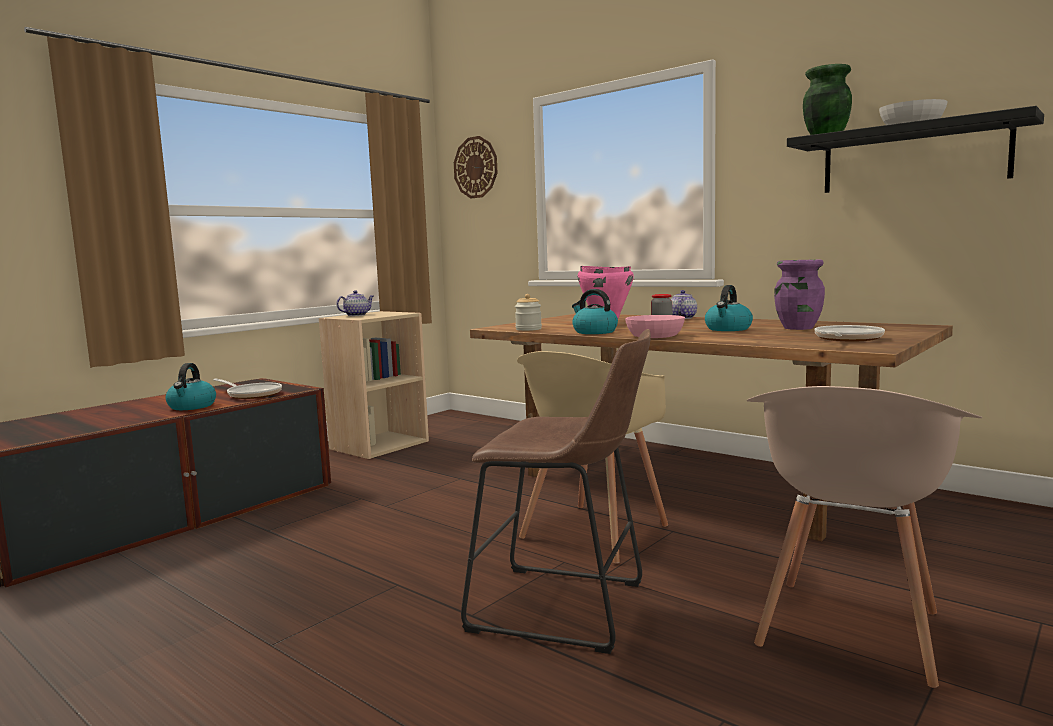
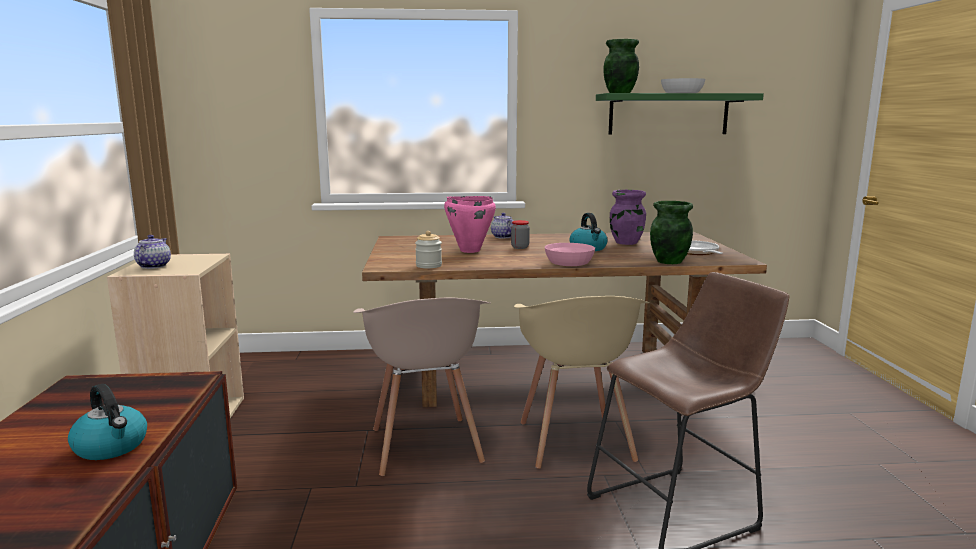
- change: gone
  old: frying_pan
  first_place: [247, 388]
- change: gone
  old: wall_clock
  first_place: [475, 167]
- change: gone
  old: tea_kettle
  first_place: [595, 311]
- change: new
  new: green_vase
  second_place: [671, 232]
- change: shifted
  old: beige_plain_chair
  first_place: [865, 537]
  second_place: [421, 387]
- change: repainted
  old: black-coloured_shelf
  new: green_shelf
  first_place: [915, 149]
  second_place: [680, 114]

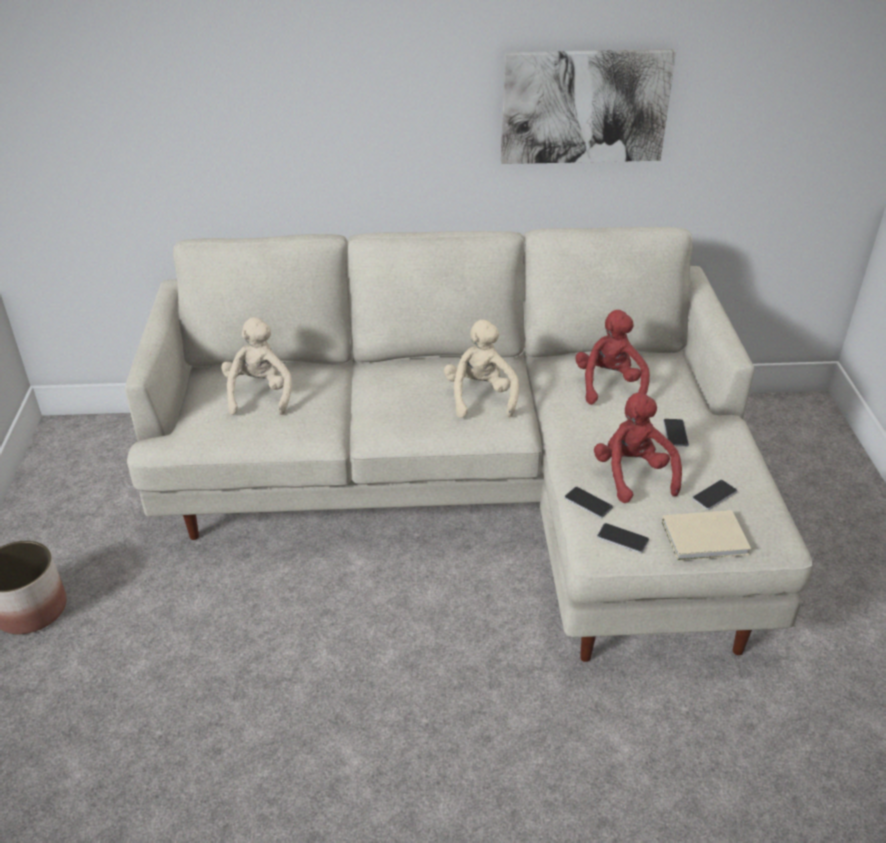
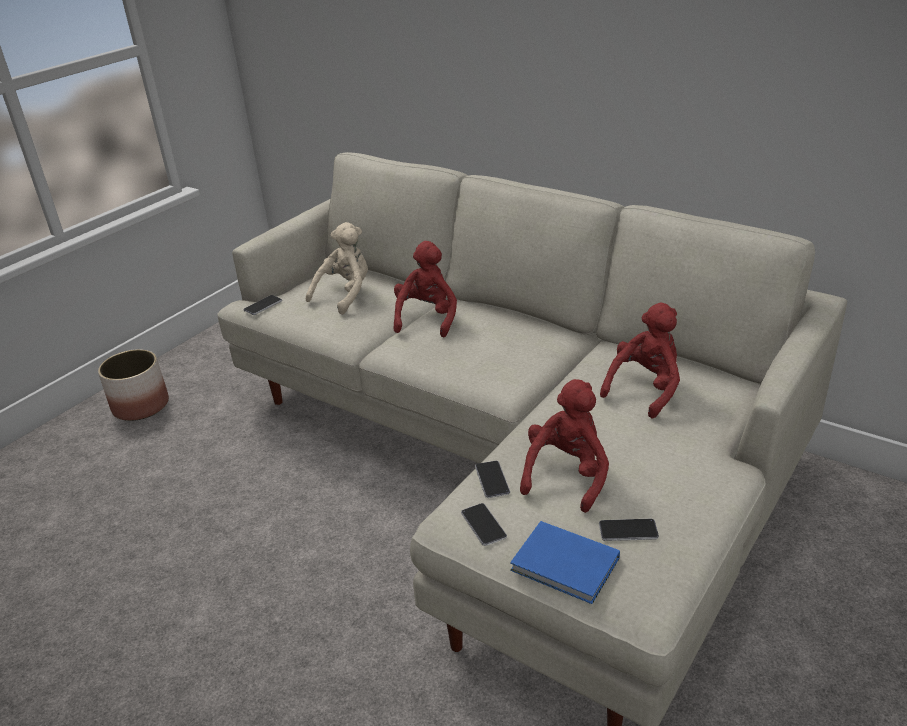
- change: gone
  old: beige_cuddly_toy
  first_place: [481, 369]
- change: gone
  old: wall_art
  first_place: [588, 106]
- change: new
  new: reddish_cuddly_toy
  second_place: [425, 289]
- change: shifted
  old: phone
  first_place: [676, 433]
  second_place: [263, 305]
- change: repainted
  old: beige_book
  new: blue_book
  first_place: [706, 535]
  second_place: [565, 562]

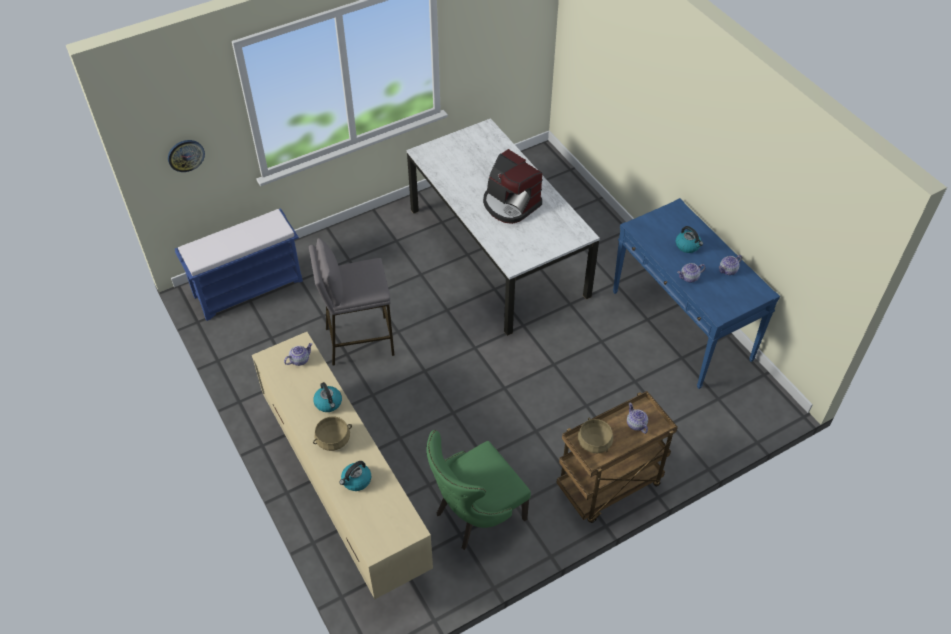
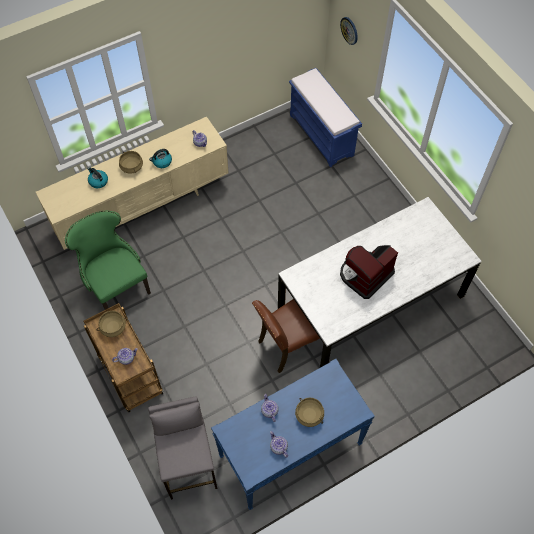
- change: new
  new: brownish_plain_chair
  second_place: [288, 336]
- change: shifted
  old: grey_sitting_stool
  first_place: [352, 302]
  second_place: [182, 448]
- change: swapped
  old: tea_kettle
  new: beige_cooking_pot
  first_place: [689, 239]
  second_place: [309, 412]

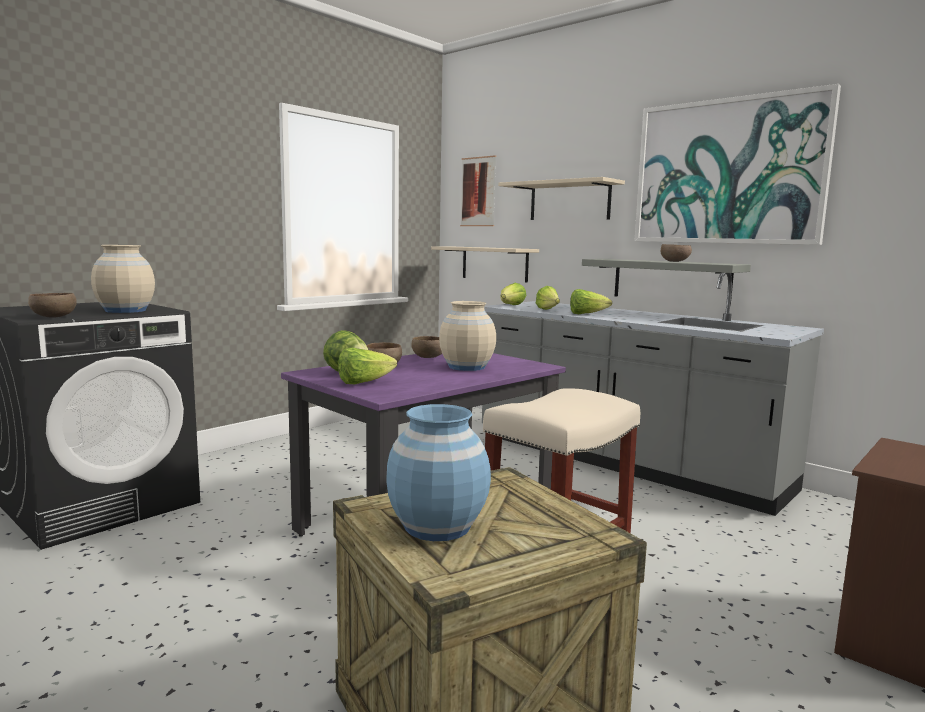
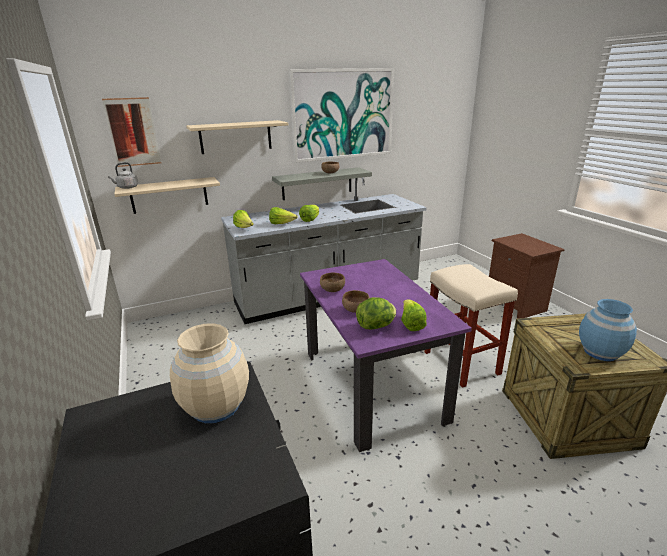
- change: gone
  old: brownish_bowl
  first_place: [52, 305]
- change: gone
  old: beige_vase
  first_place: [467, 336]
- change: new
  new: grey_tea_kettle
  second_place: [123, 175]

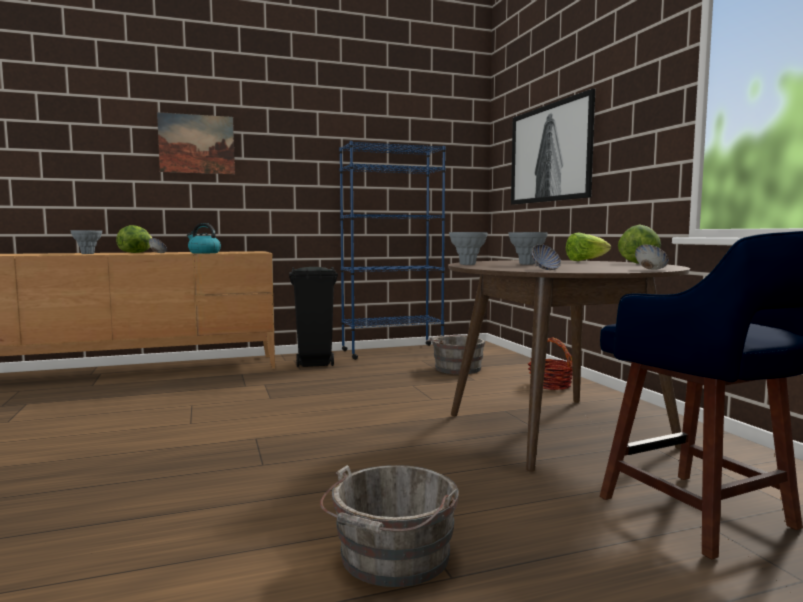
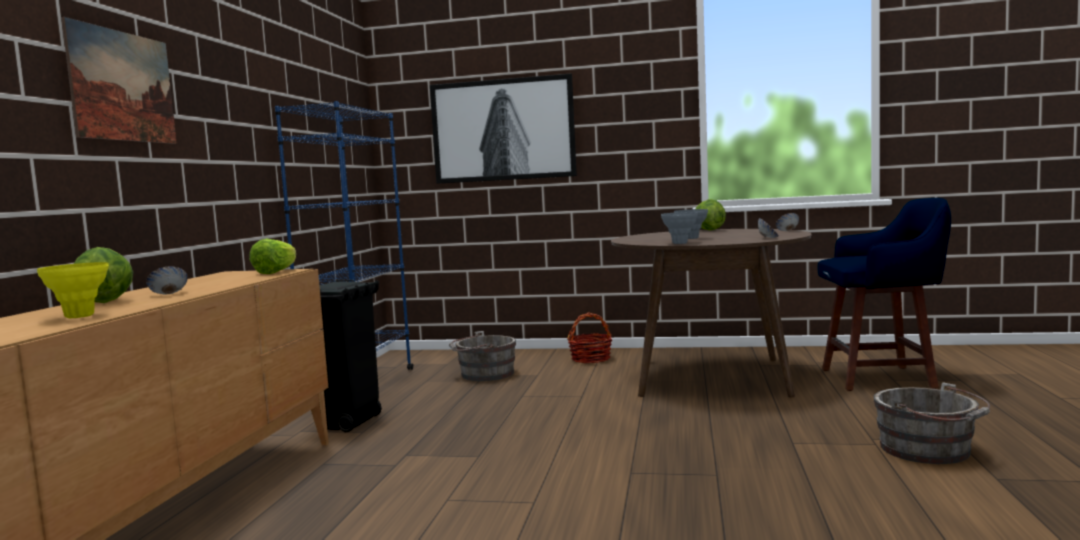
- change: gone
  old: tea_kettle
  first_place: [204, 238]
- change: shifted
  old: lettuce_head
  first_place: [588, 246]
  second_place: [272, 256]
- change: repainted
  old: grey_vase
  new: yellowish_vase
  first_place: [86, 242]
  second_place: [73, 290]

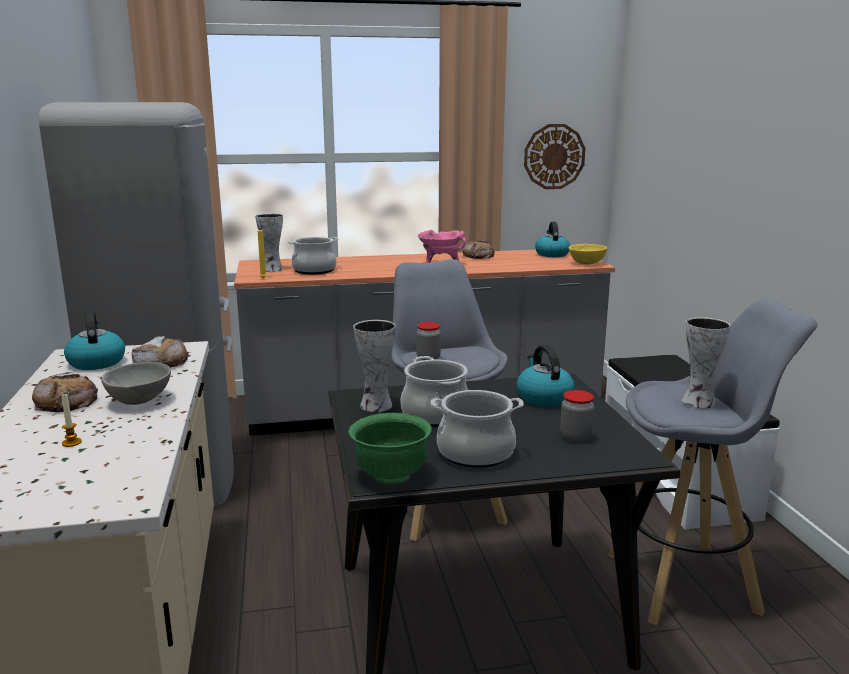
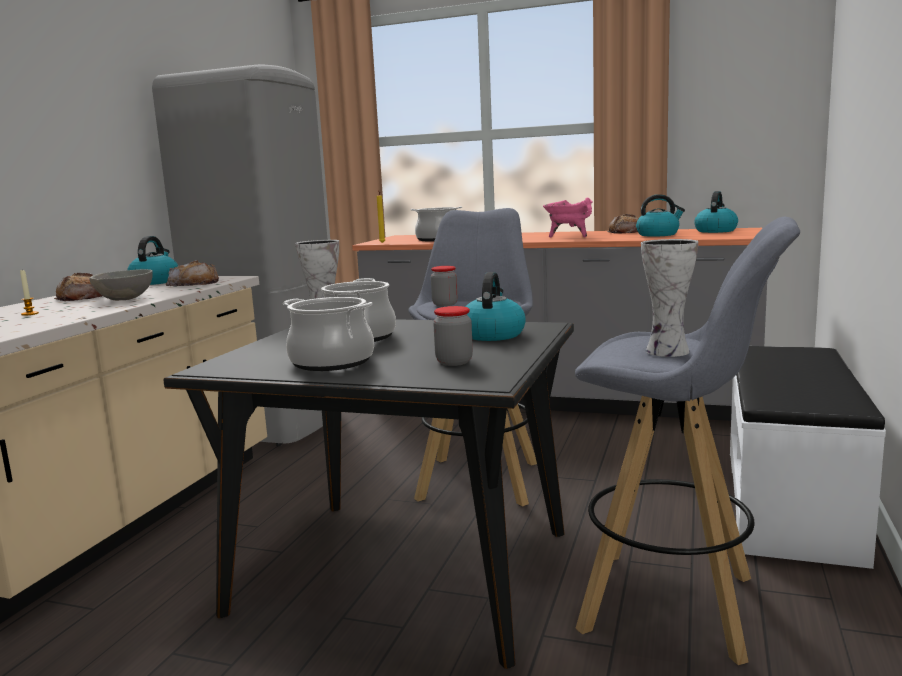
- change: gone
  old: vase
  first_place: [269, 242]
- change: gone
  old: green_bowl
  first_place: [390, 448]
- change: gone
  old: wall_clock
  first_place: [554, 156]
- change: gone
  old: yellowish_bowl
  first_place: [588, 254]
- change: new
  new: tea_kettle
  second_place: [660, 215]

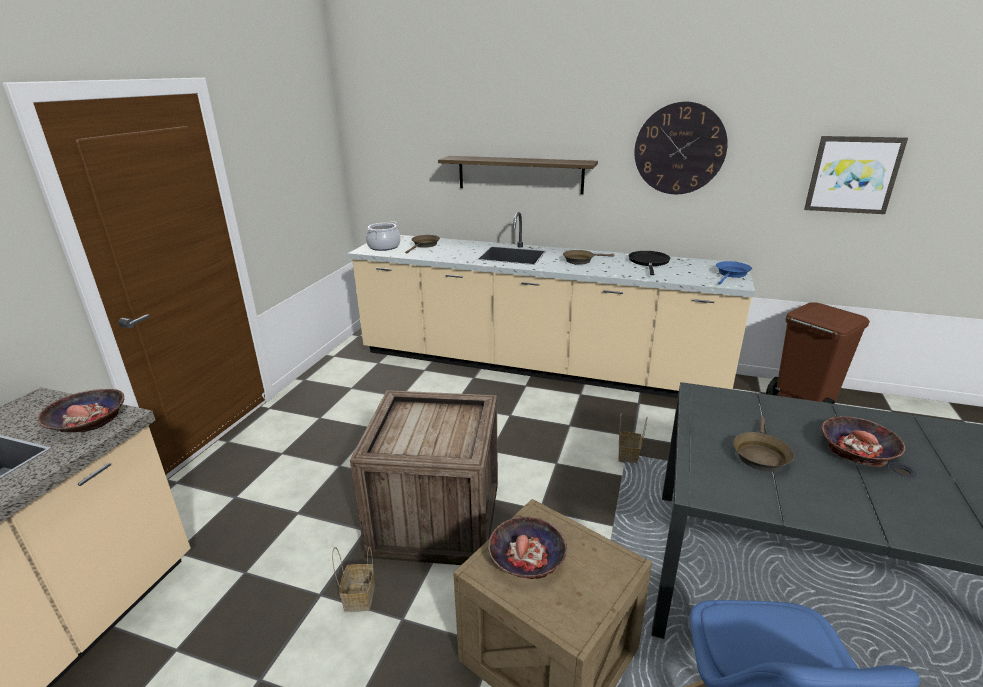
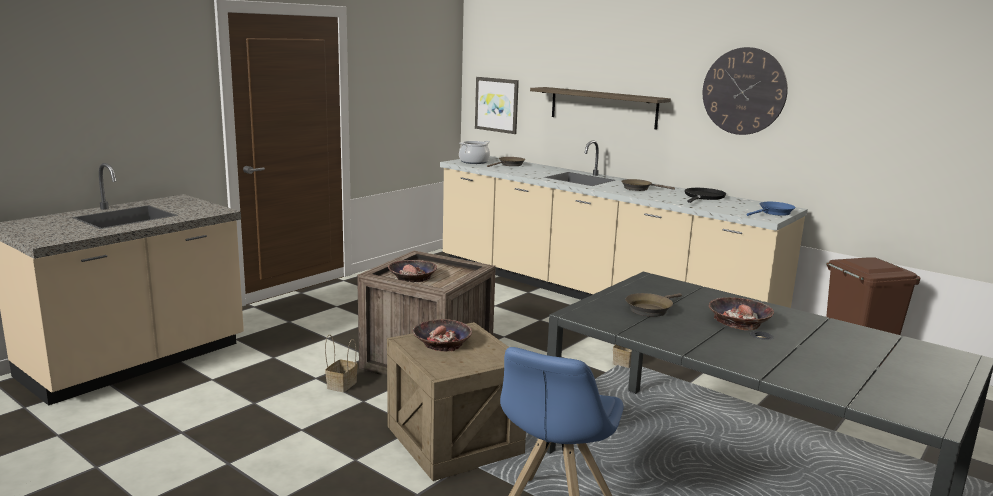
- change: shifted
  old: bowl
  first_place: [80, 410]
  second_place: [412, 271]
- change: shifted
  old: wall_art
  first_place: [856, 175]
  second_place: [497, 105]

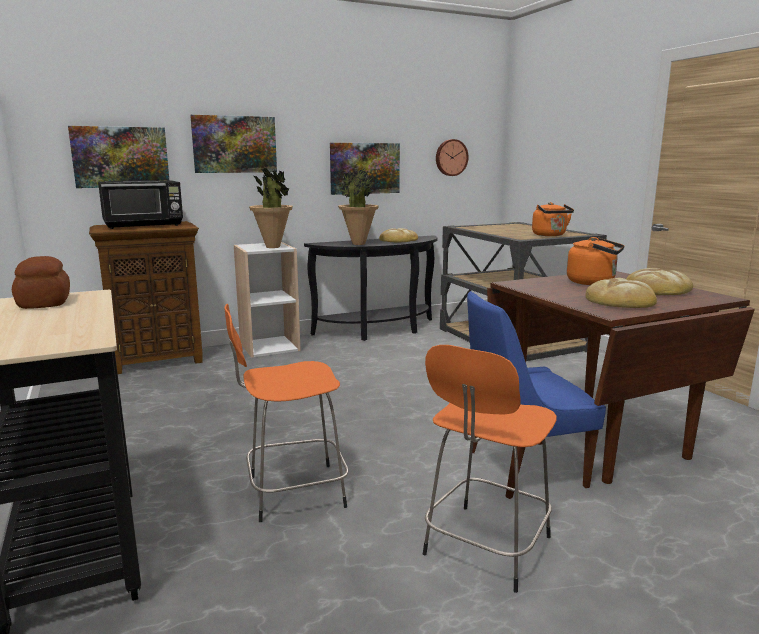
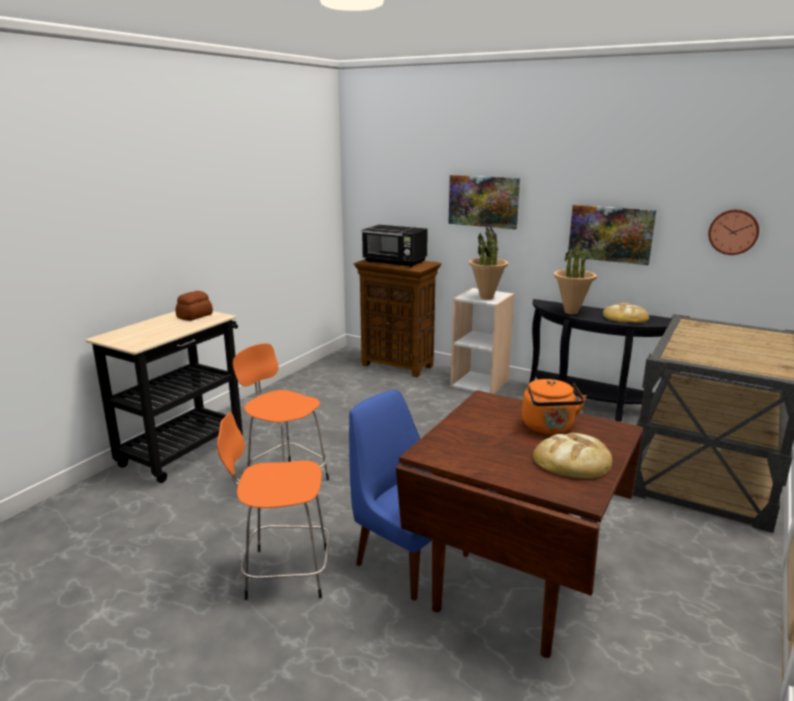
- change: gone
  old: wall_art
  first_place: [118, 157]
- change: gone
  old: orange-coloured_tea_kettle
  first_place: [553, 219]
- change: gone
  old: bread
  first_place: [621, 293]

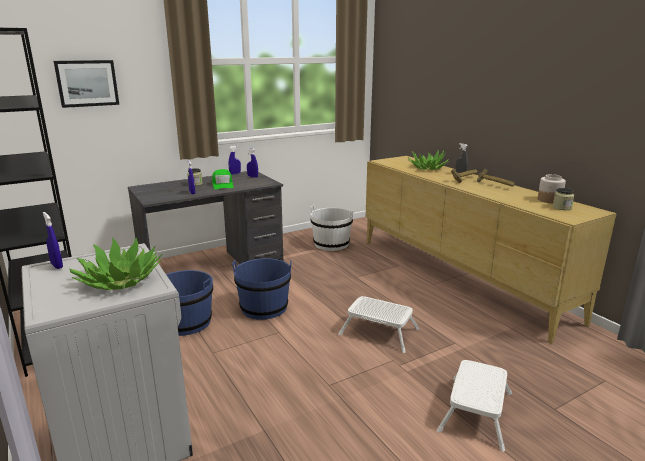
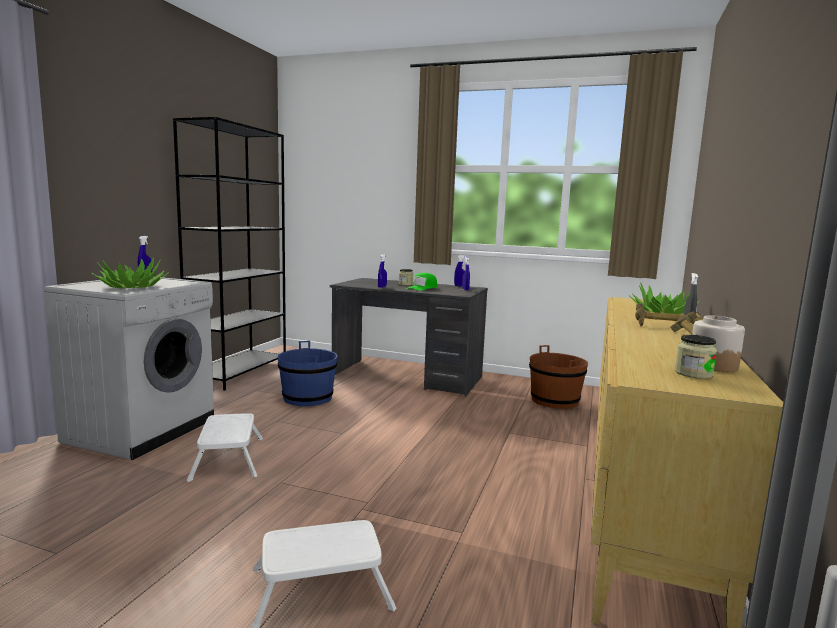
- change: gone
  old: wall_art
  first_place: [86, 84]
- change: gone
  old: blue_water_bucket
  first_place: [262, 289]
- change: shifted
  old: whitish_step_ladder
  first_place: [378, 324]
  second_place: [225, 447]
- change: repainted
  old: whitish_water_bucket
  new: brownish_water_bucket
  first_place: [332, 228]
  second_place: [558, 377]

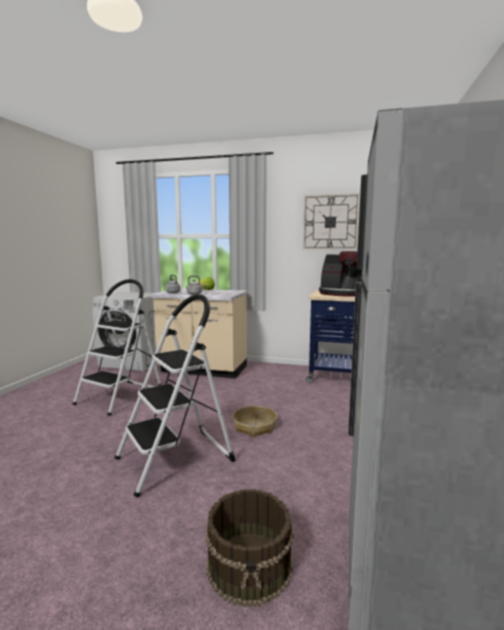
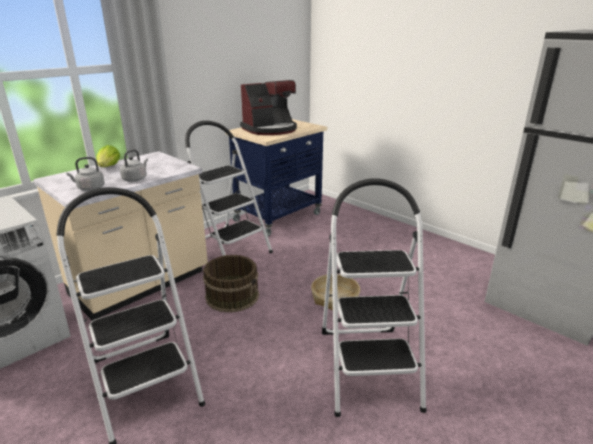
- change: gone
  old: wall_clock
  first_place: [331, 221]
- change: new
  new: step_ladder
  second_place: [229, 188]
- change: shifted
  old: brownish_water_bucket
  first_place: [249, 548]
  second_place: [231, 284]

